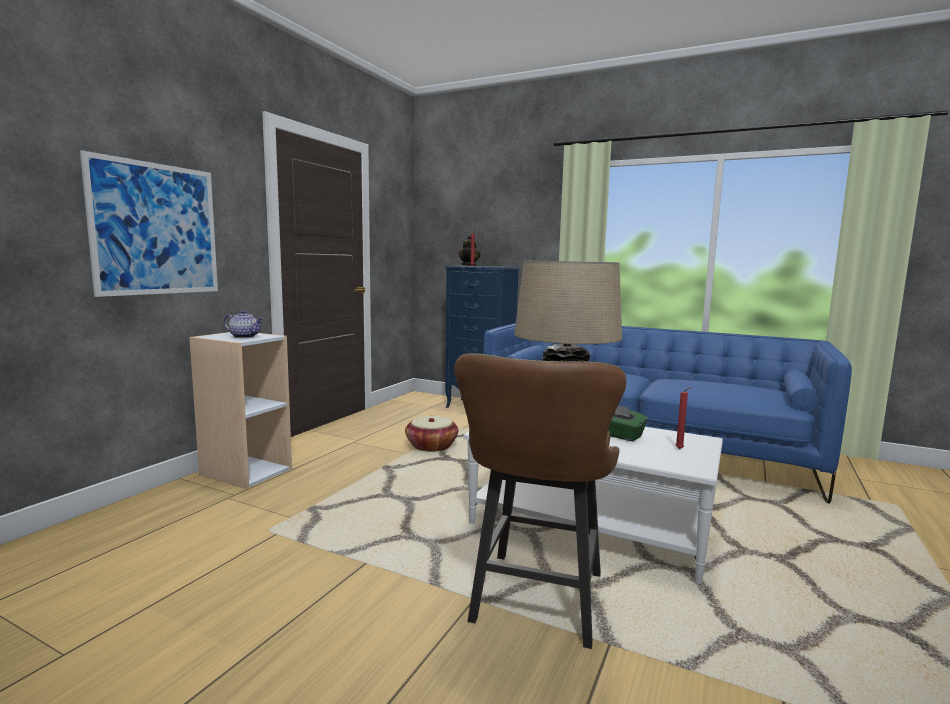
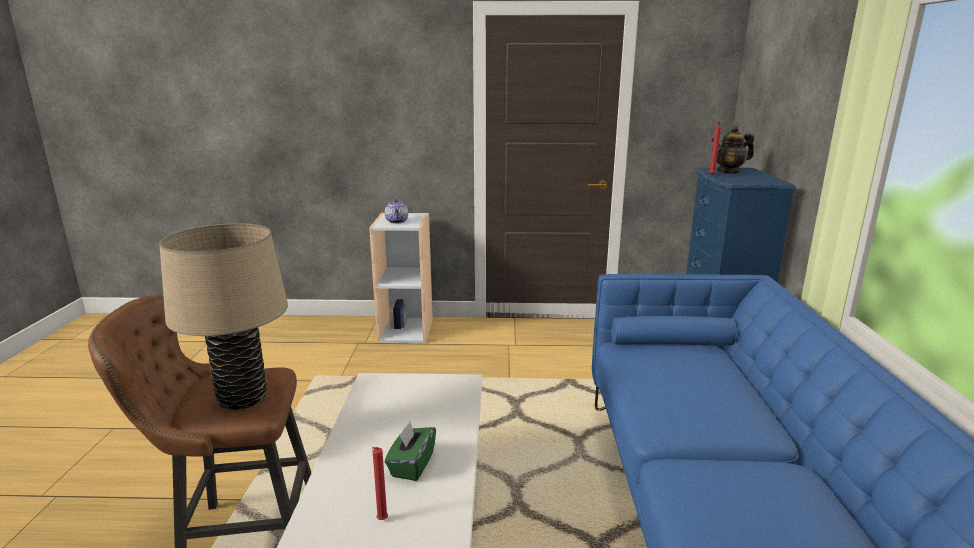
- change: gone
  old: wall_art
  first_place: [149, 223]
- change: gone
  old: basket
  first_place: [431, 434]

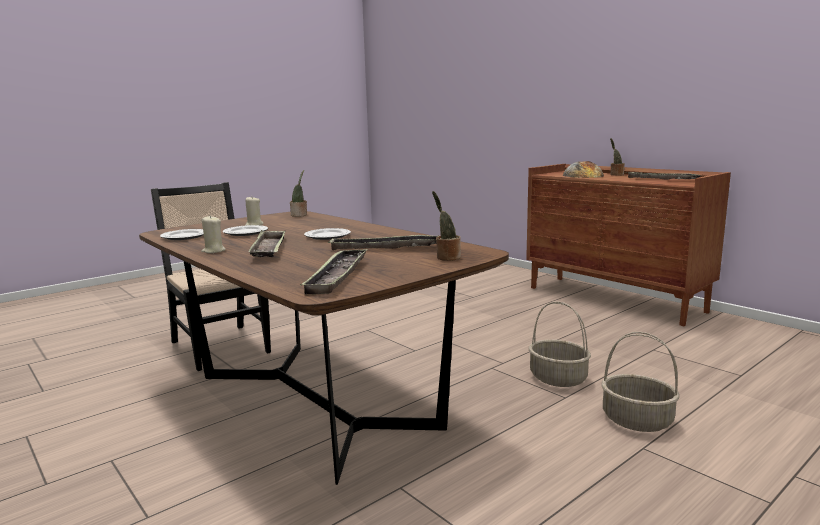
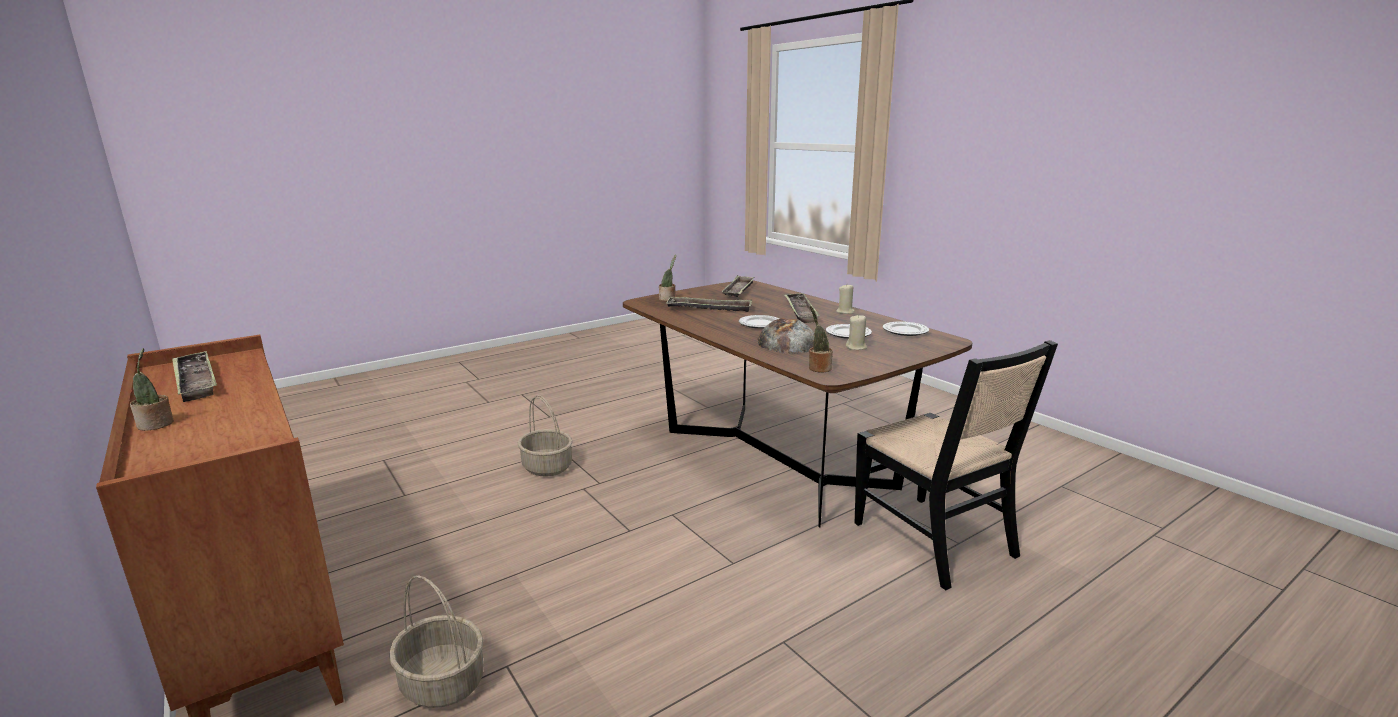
- change: shifted
  old: bread
  first_place: [583, 169]
  second_place: [786, 336]
- change: shifted
  old: basket
  first_place: [640, 382]
  second_place: [436, 642]

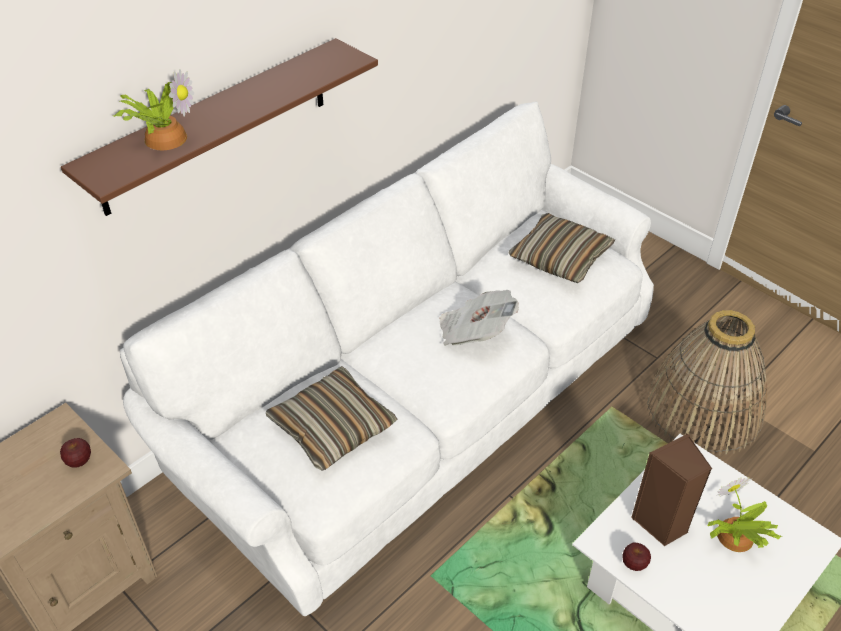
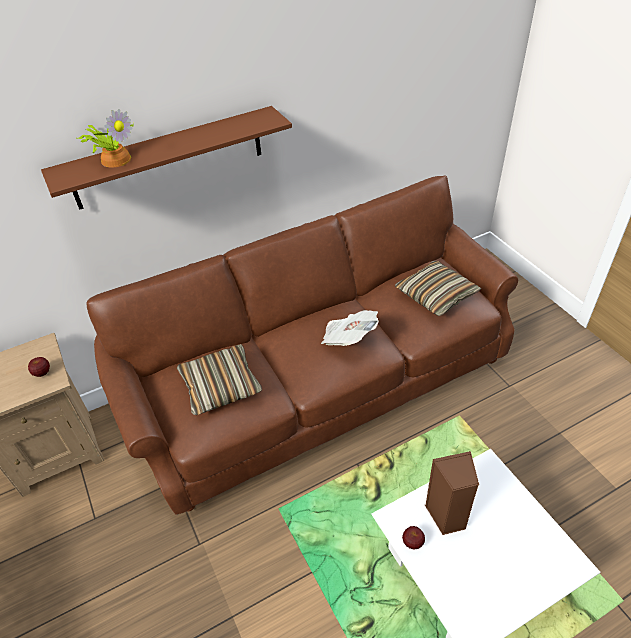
- change: gone
  old: basket
  first_place: [707, 383]
- change: gone
  old: houseplant
  first_place: [744, 514]
- change: repainted
  old: whitish_sofa
  new: brownish_sofa
  first_place: [387, 359]
  second_place: [302, 345]

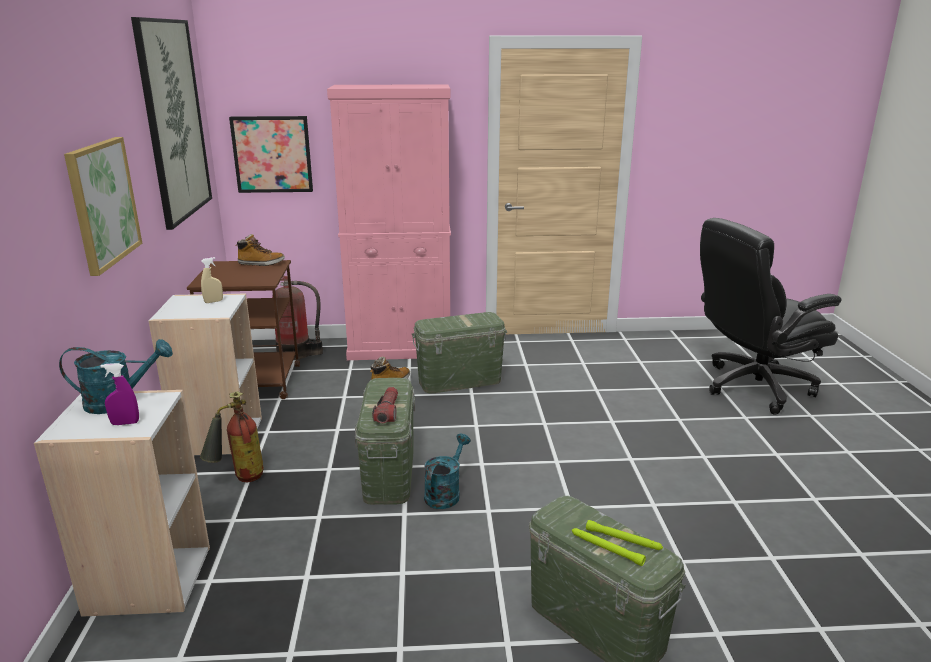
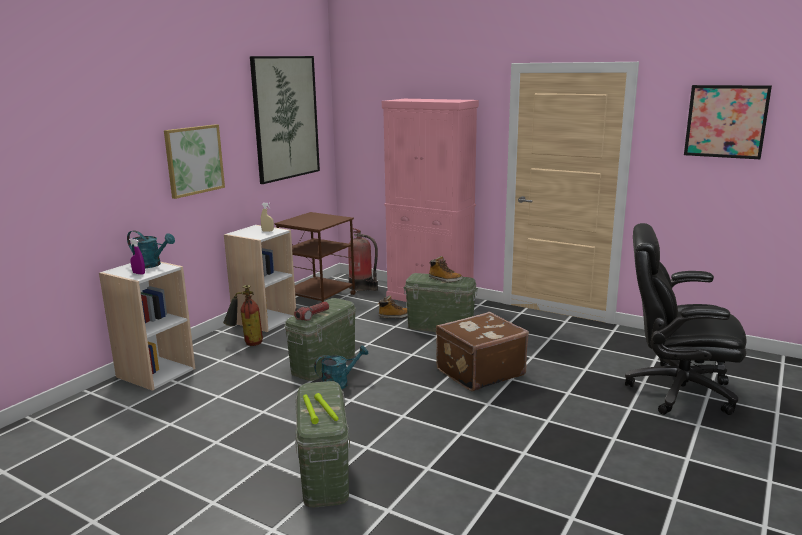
- change: new
  new: brownish_travel_case
  second_place: [482, 351]
- change: shifted
  old: wall_art
  first_place: [271, 154]
  second_place: [728, 122]
- change: shifted
  old: high-top_boot
  first_place: [260, 250]
  second_place: [446, 269]

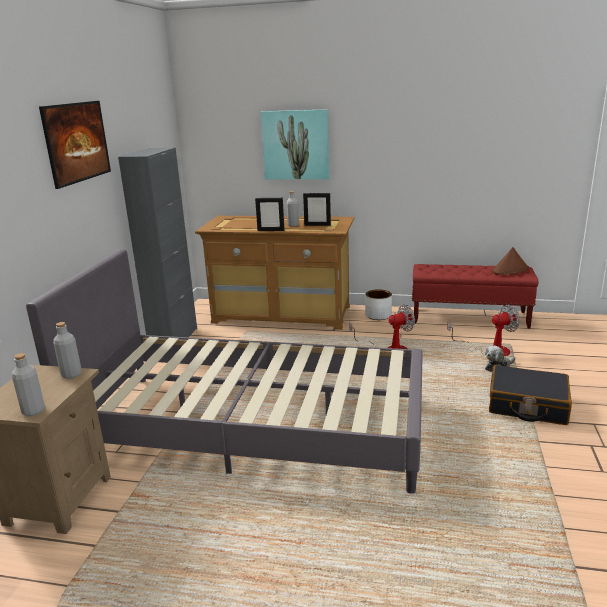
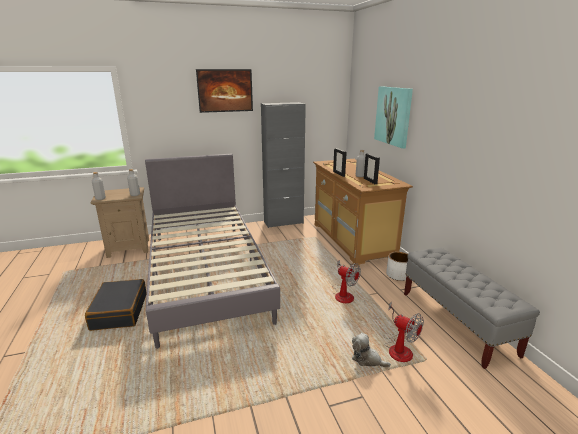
- change: gone
  old: brownish_hat
  first_place: [510, 261]
- change: shifted
  old: black-coloured_travel_case
  first_place: [530, 395]
  second_place: [115, 305]
- change: repainted
  old: reddish_indoor_bench
  new: grey_indoor_bench
  first_place: [475, 296]
  second_place: [472, 308]

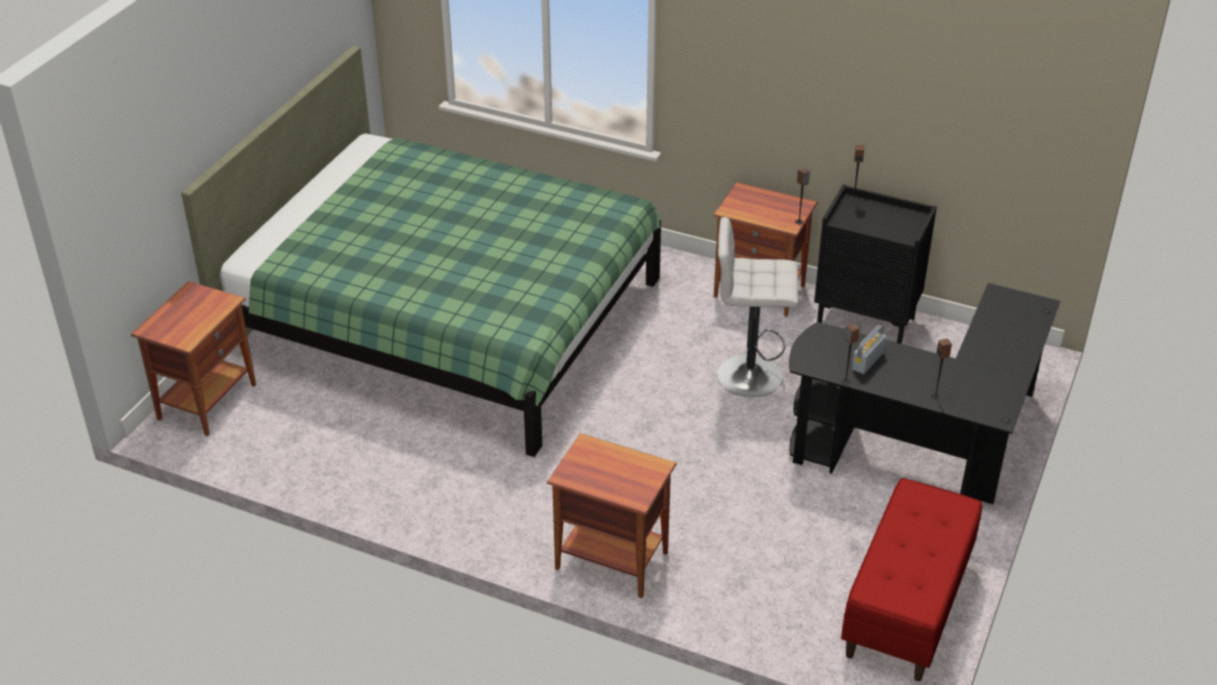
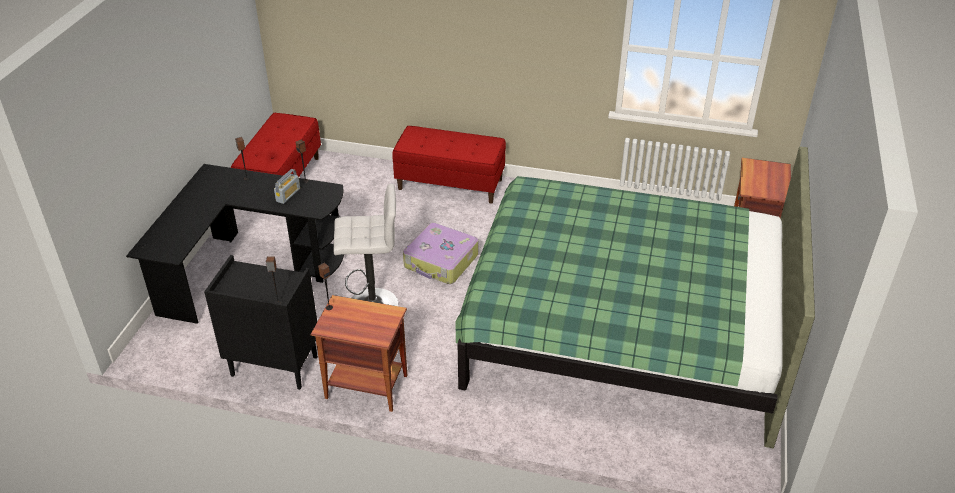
- change: new
  new: travel_case
  second_place: [440, 253]
- change: swapped
  old: bedside_table
  new: reddish_indoor_bench
  first_place: [611, 515]
  second_place: [449, 165]

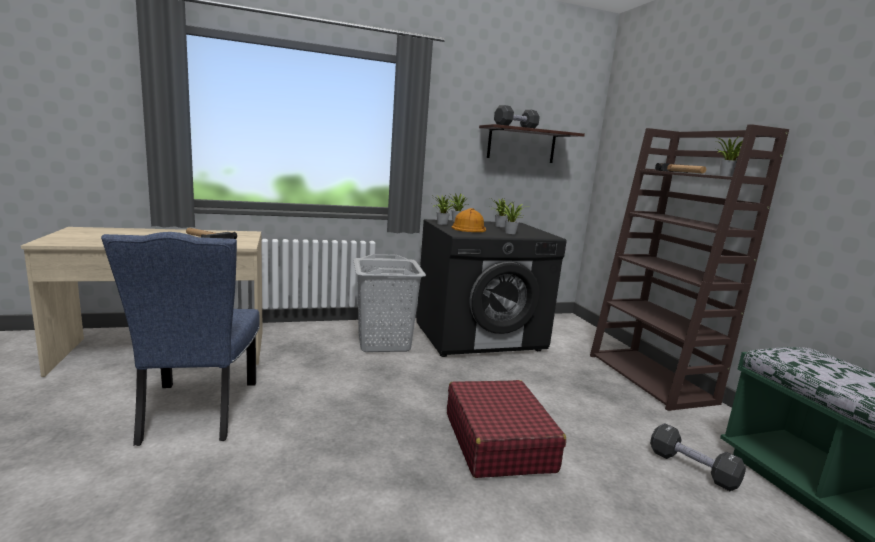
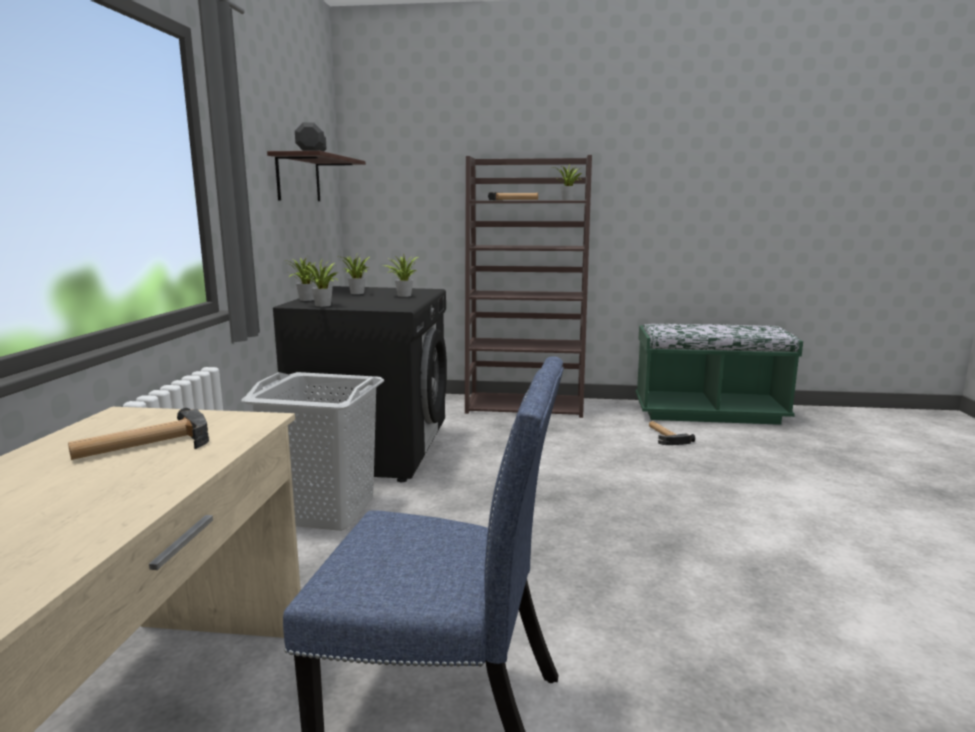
- change: gone
  old: reddish_travel_case
  first_place: [506, 429]
- change: gone
  old: orange-coloured_safety_helmet
  first_place: [468, 220]
- change: swapped
  old: black-coloured_hand_weight
  new: hand_hammer
  first_place: [698, 457]
  second_place: [672, 433]

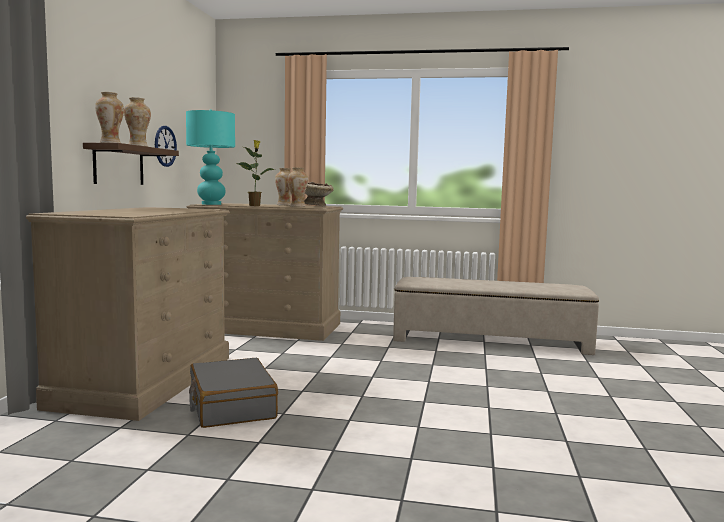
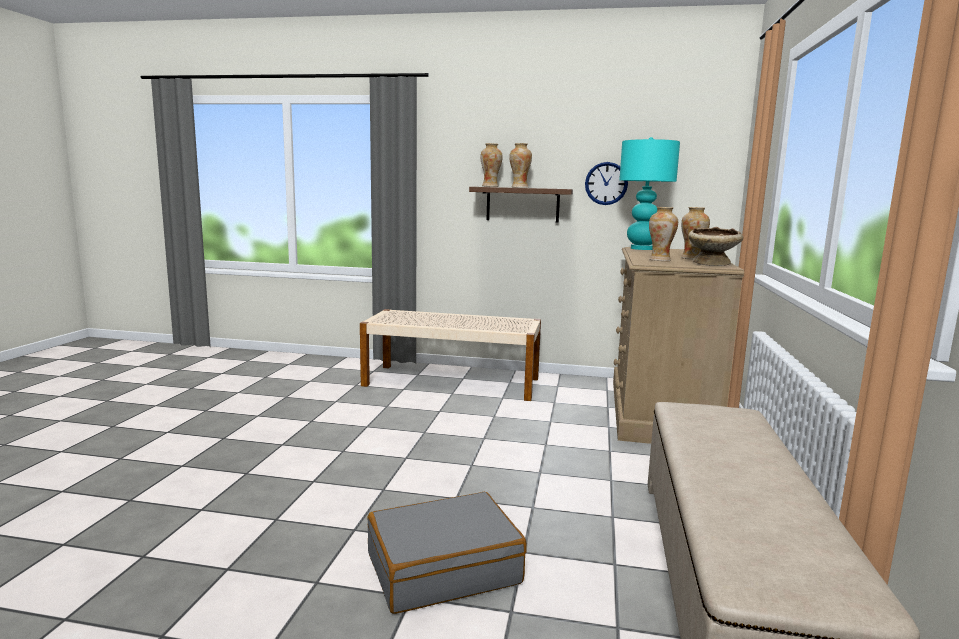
- change: gone
  old: houseplant
  first_place: [255, 173]
- change: shifted
  old: grey_travel_case
  first_place: [233, 393]
  second_place: [447, 553]
- change: swapped
  old: beige_drawer_chest
  new: beige_indoor_bench
  first_place: [128, 314]
  second_place: [450, 355]

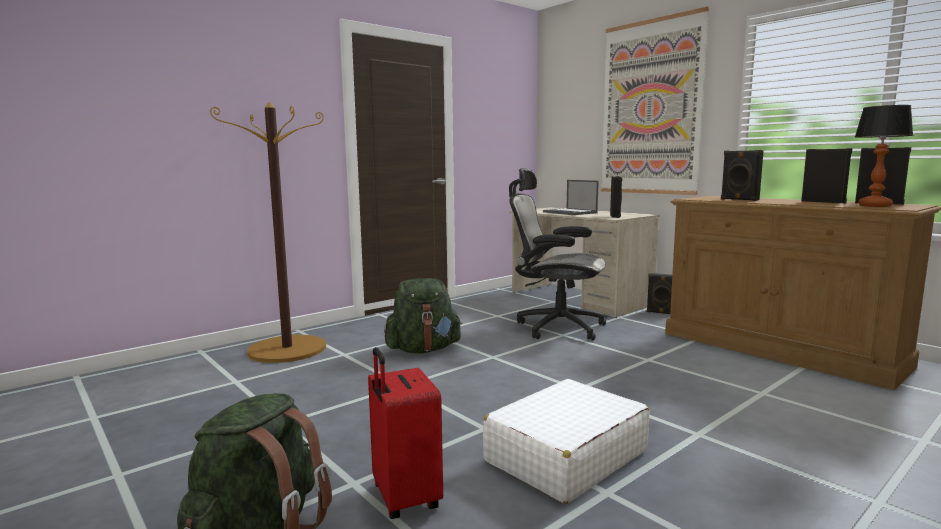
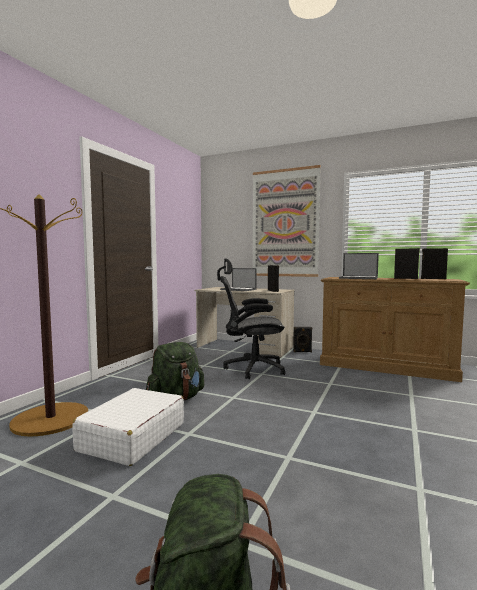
- change: gone
  old: reddish_travel_case
  first_place: [405, 433]
- change: gone
  old: tabletop_lamp
  first_place: [884, 156]
- change: shifted
  old: whitish_travel_case
  first_place: [566, 441]
  second_place: [128, 427]
- change: swapped
  old: black-coloured_loudspeaker
  new: portable_computer
  first_place: [742, 175]
  second_place: [359, 266]

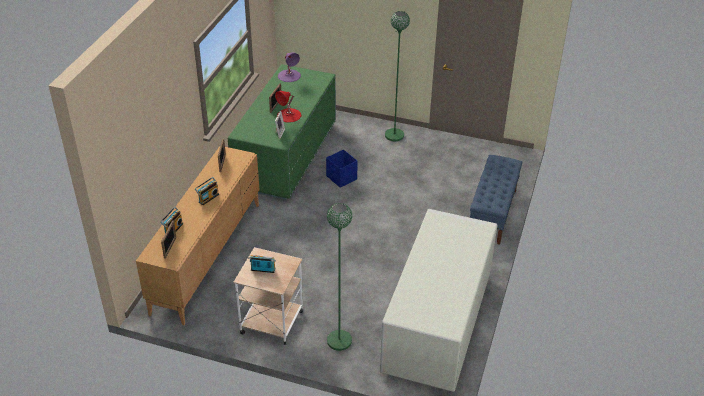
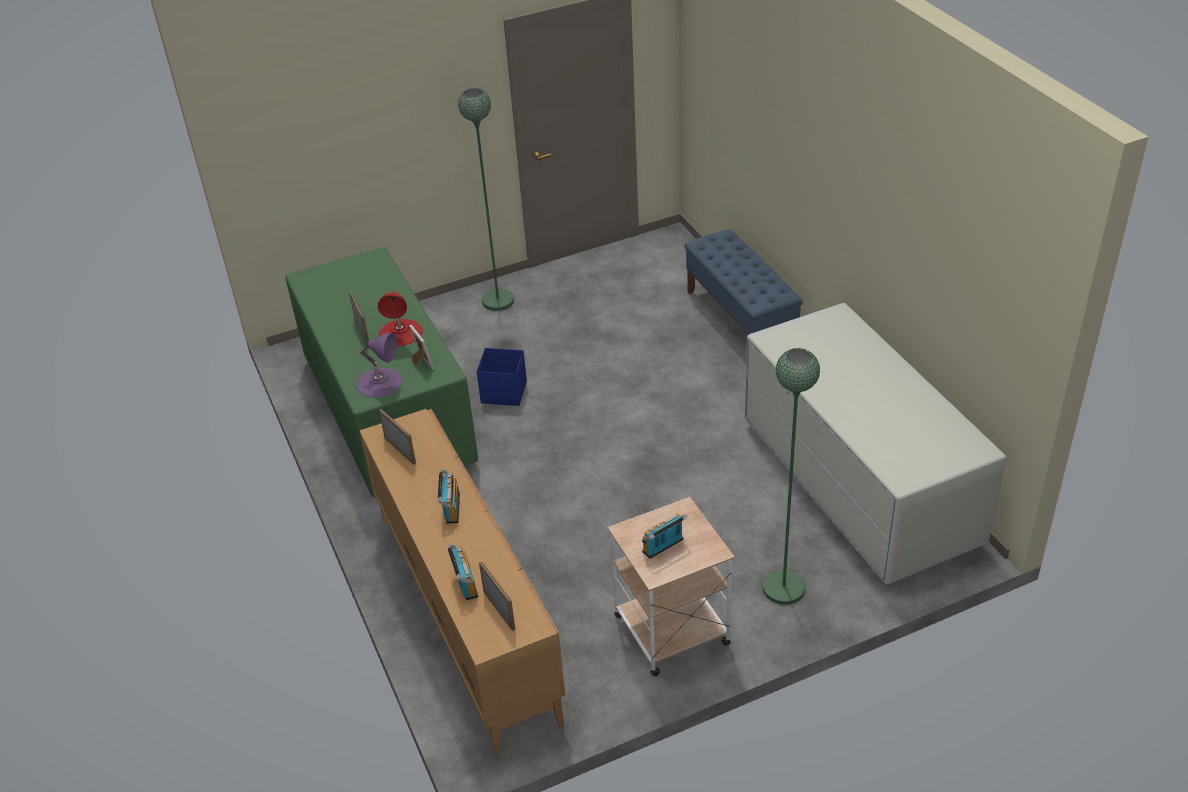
- change: shifted
  old: purple-coloured_tabletop_lamp
  first_place: [289, 67]
  second_place: [379, 365]

